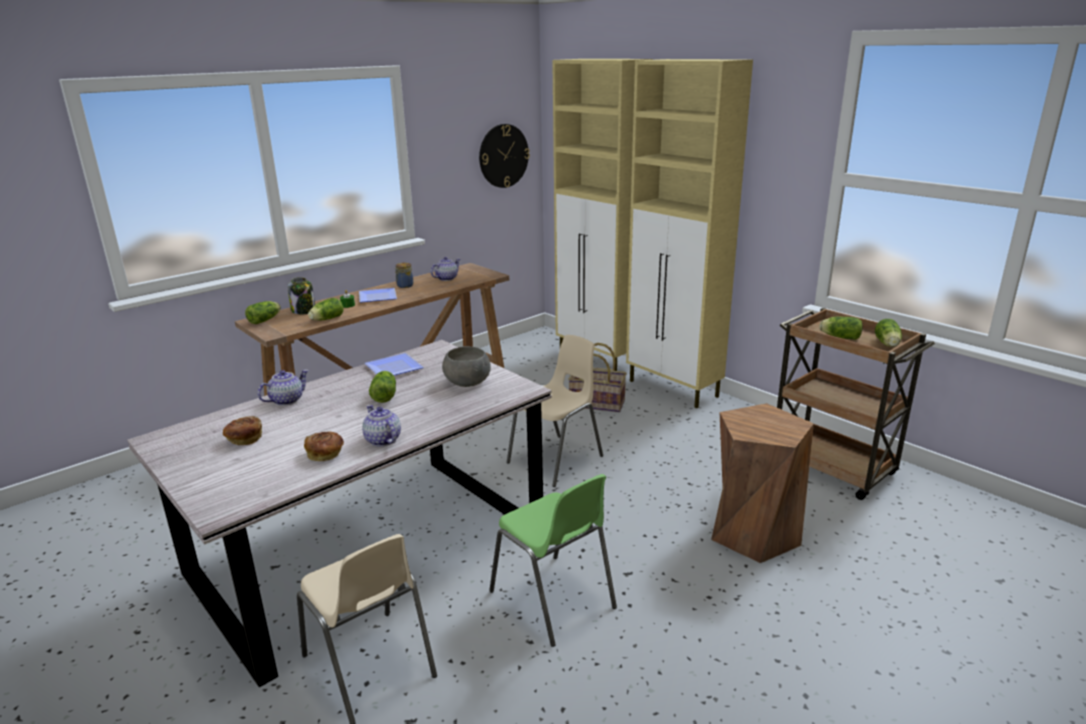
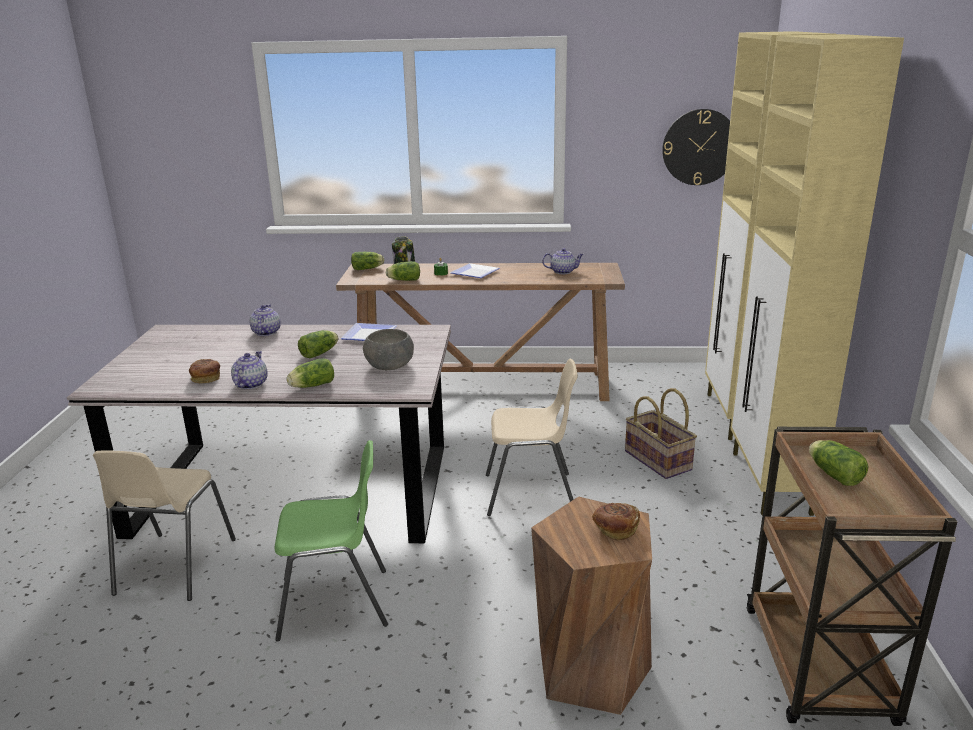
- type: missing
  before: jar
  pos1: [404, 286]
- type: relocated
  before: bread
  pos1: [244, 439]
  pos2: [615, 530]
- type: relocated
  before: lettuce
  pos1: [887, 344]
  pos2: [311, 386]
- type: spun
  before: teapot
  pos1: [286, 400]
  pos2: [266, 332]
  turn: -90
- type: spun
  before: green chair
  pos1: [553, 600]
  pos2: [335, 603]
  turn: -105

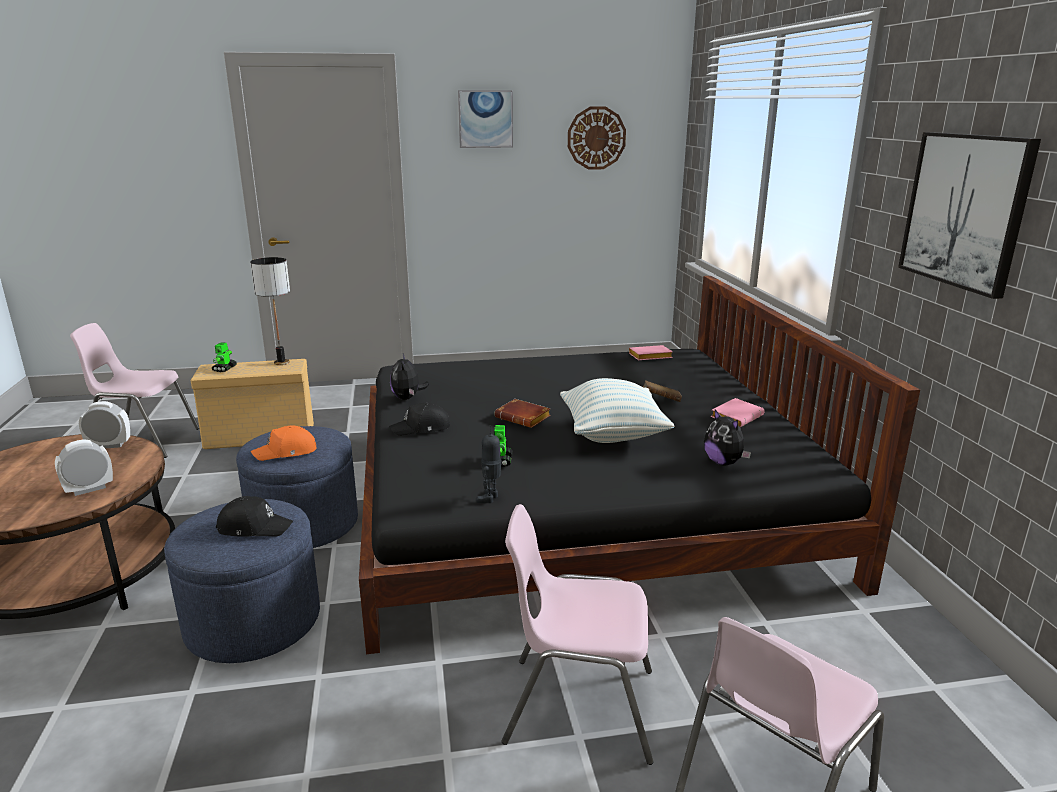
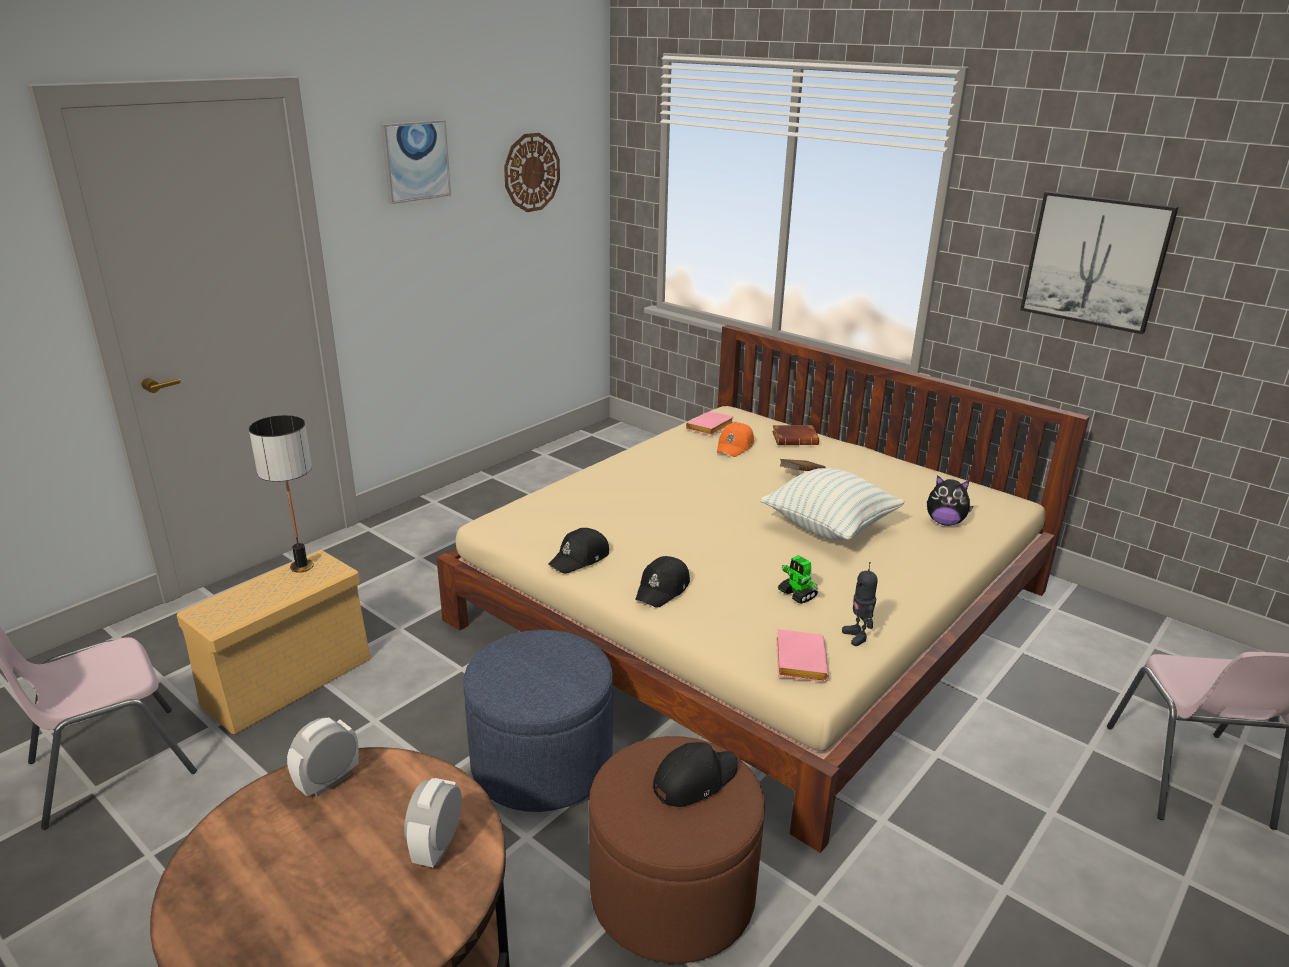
- type: missing
  before: toy robot
  pos1: [224, 369]
- type: missing
  before: pink chair
  pos1: [578, 706]
- type: relocated
  before: orange cap
  pos1: [286, 452]
  pos2: [735, 447]
- type: relocated
  before: brown book
  pos1: [524, 418]
  pos2: [796, 439]
- type: relocated
  before: pink book
  pos1: [736, 417]
  pos2: [798, 660]
- type: exchanged
  before: plush toy
  after: black cap
  pos1: [408, 398]
  pos2: [580, 559]
- type: colour
  before: blue ottoman
  after: brown ottoman
  pos1: [253, 621]
  pos2: [672, 893]
- type: colour
  before: black bed
  after: beige bed
  pos1: [579, 500]
  pos2: [754, 605]

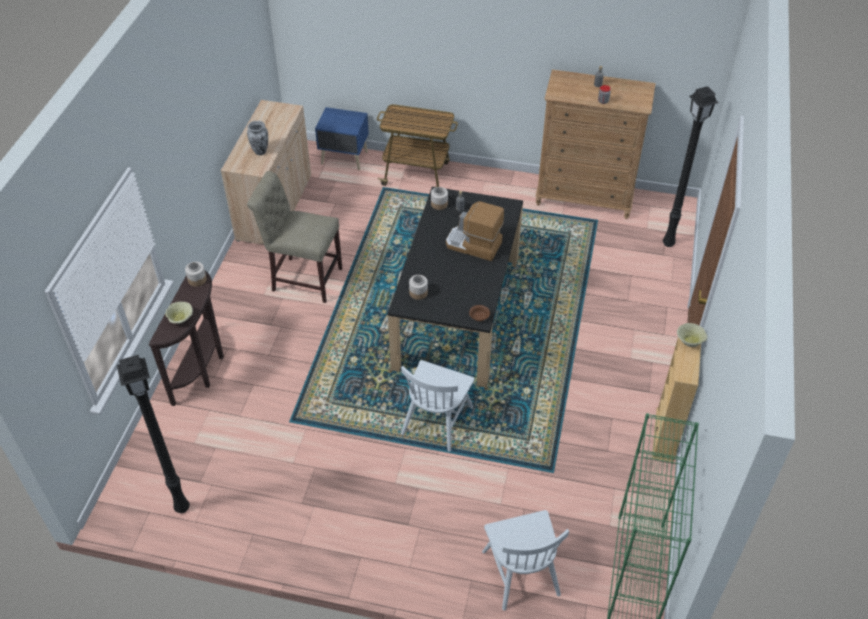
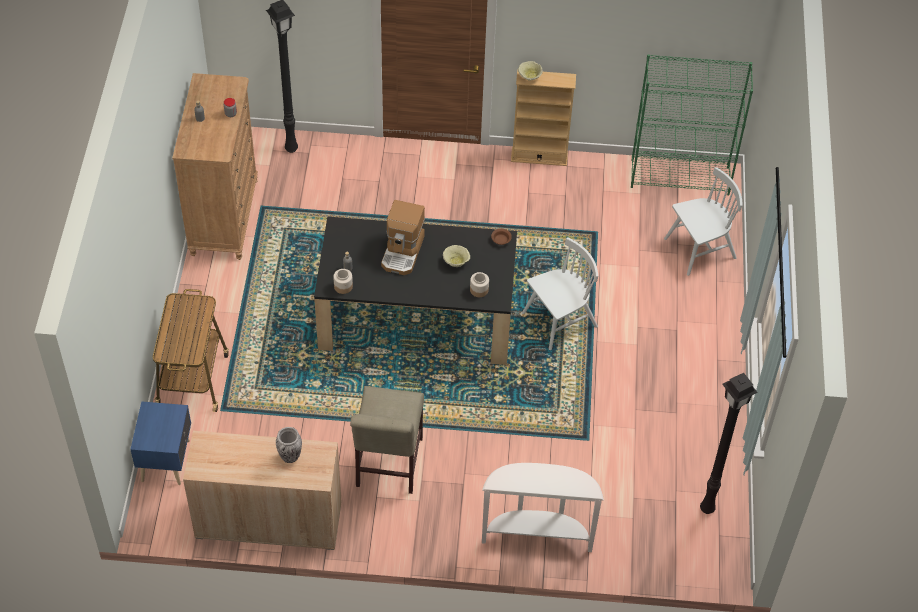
- type: missing
  before: jar
  pos1: [197, 279]
- type: relocated
  before: beige bowl
  pos1: [181, 319]
  pos2: [456, 261]
- type: colour
  before: brown console table
  after: white console table
  pos1: [203, 368]
  pos2: [537, 534]
- type: spun
  before: white chair
  pos1: [437, 420]
  pos2: [559, 320]
  turn: -45

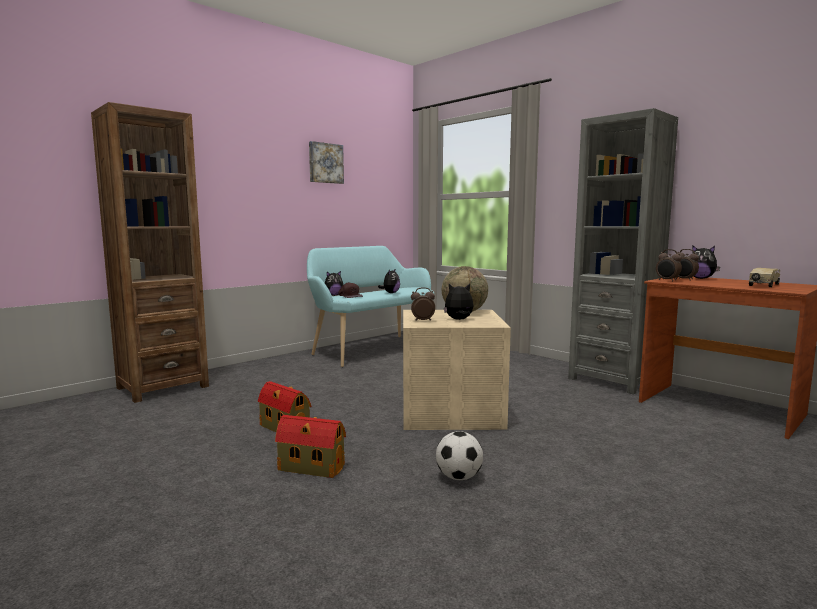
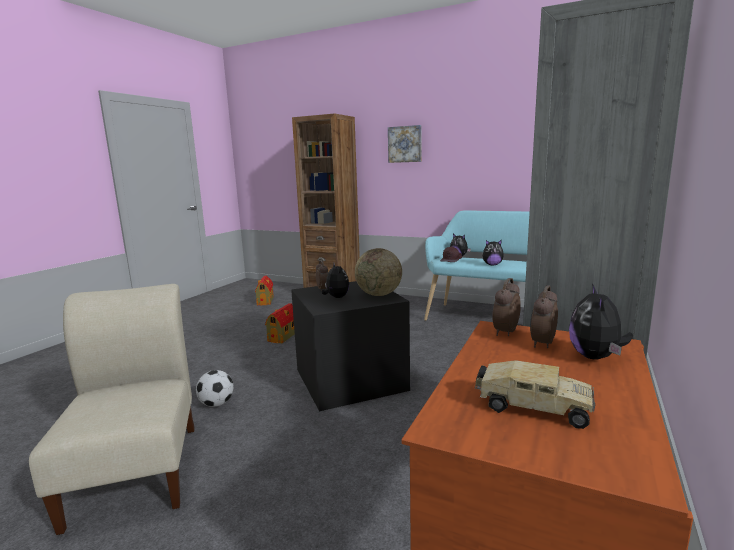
- type: appeared
  after: beige chair
  pos2: [138, 469]
- type: relocated
  before: toy house
  pos1: [310, 467]
  pos2: [265, 300]
- type: relocated
  before: picture
  pos1: [325, 163]
  pos2: [405, 144]
- type: colour
  before: beige storage box
  after: black storage box
  pos1: [449, 411]
  pos2: [348, 379]

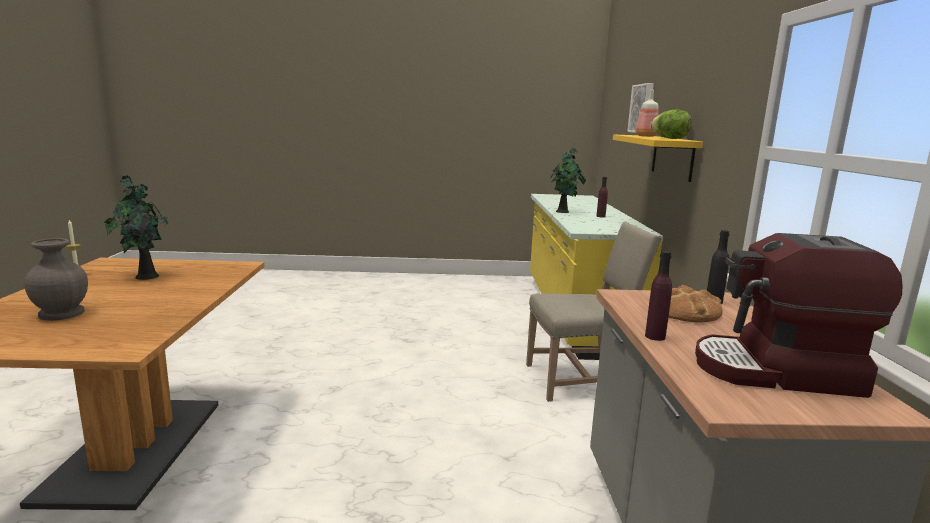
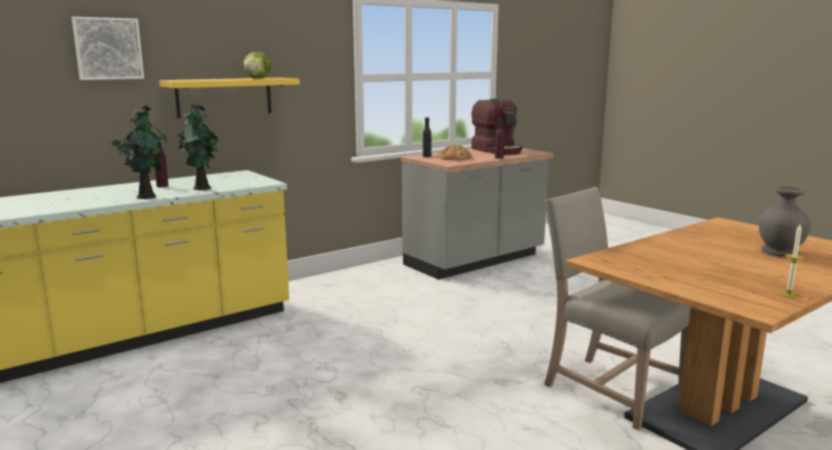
- type: missing
  before: bottle
  pos1: [645, 136]
- type: relocated
  before: potted plant
  pos1: [145, 276]
  pos2: [202, 188]
- type: relocated
  before: beige chair
  pos1: [581, 380]
  pos2: [608, 388]

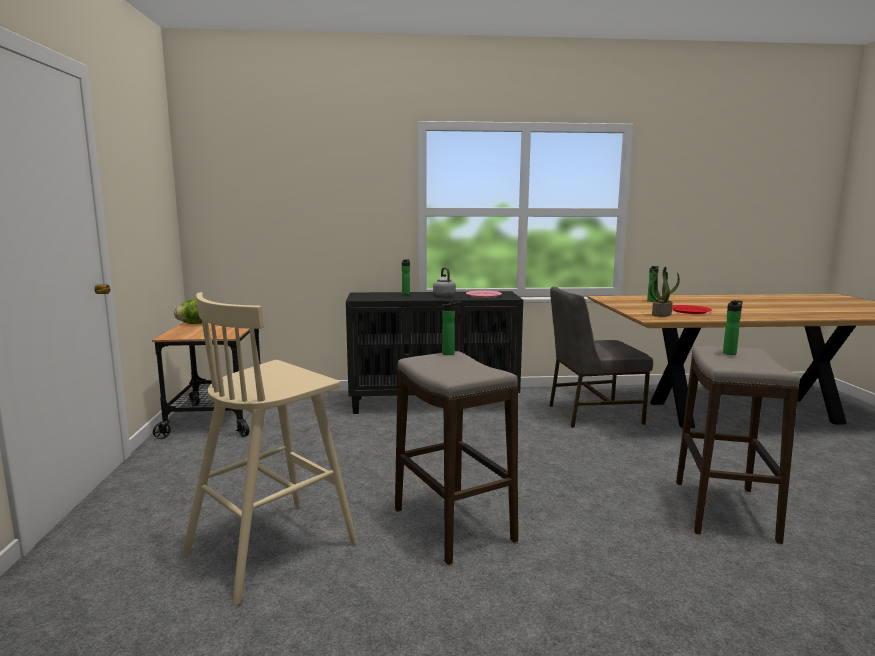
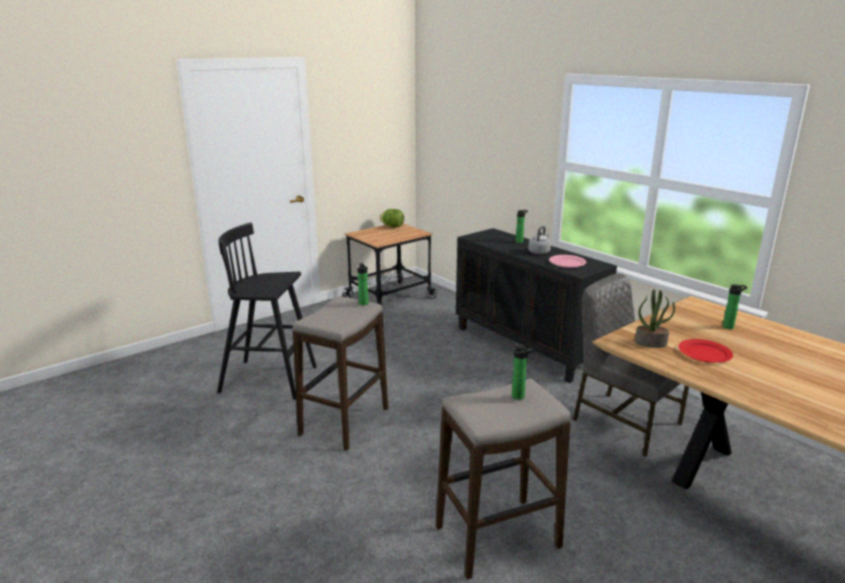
- type: colour
  before: beige stool
  after: black stool
  pos1: [274, 547]
  pos2: [270, 380]

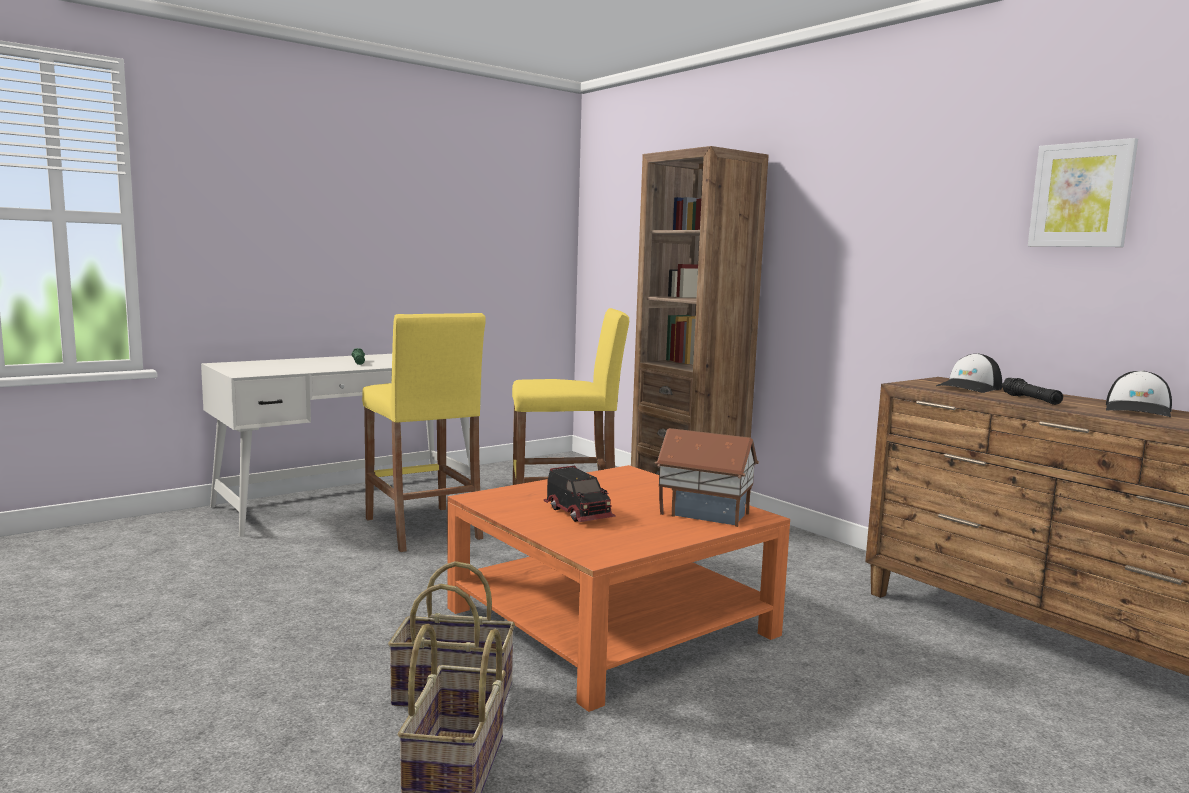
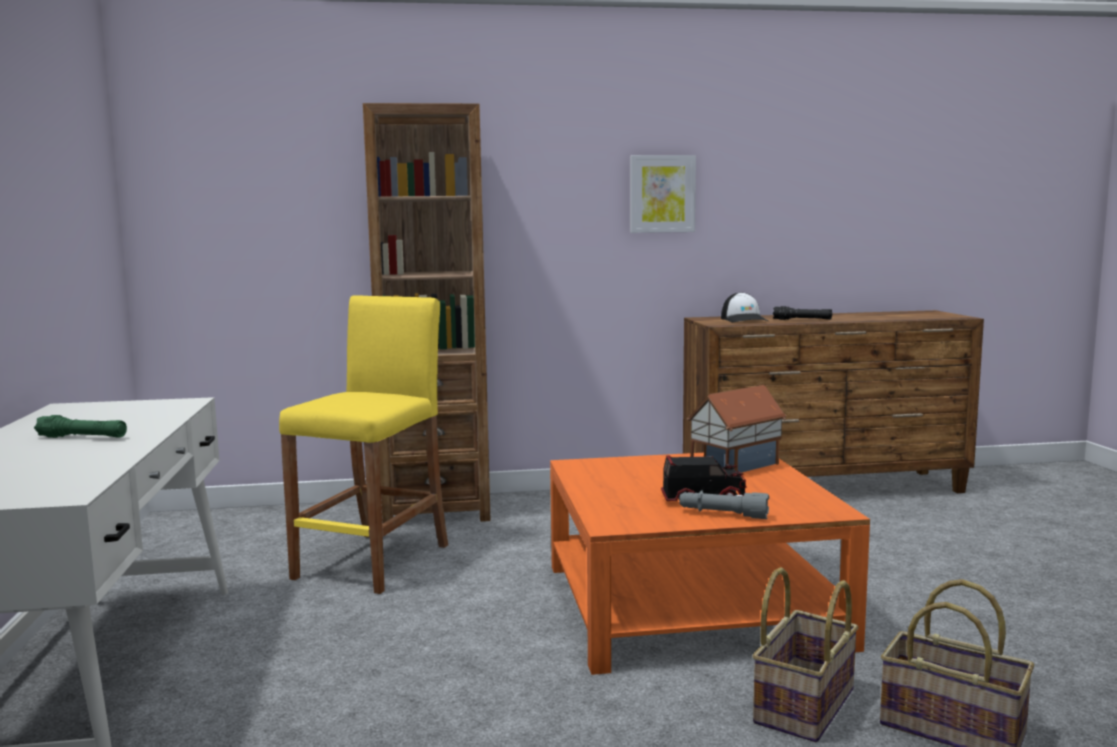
- type: missing
  before: yellow stool
  pos1: [423, 529]
- type: missing
  before: cap
  pos1: [1138, 410]
- type: appeared
  after: grey flashlight
  pos2: [723, 514]
- type: relocated
  before: picture
  pos1: [1081, 195]
  pos2: [662, 194]

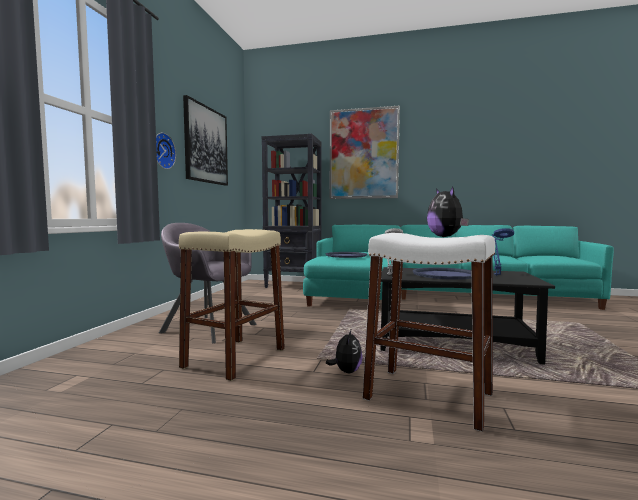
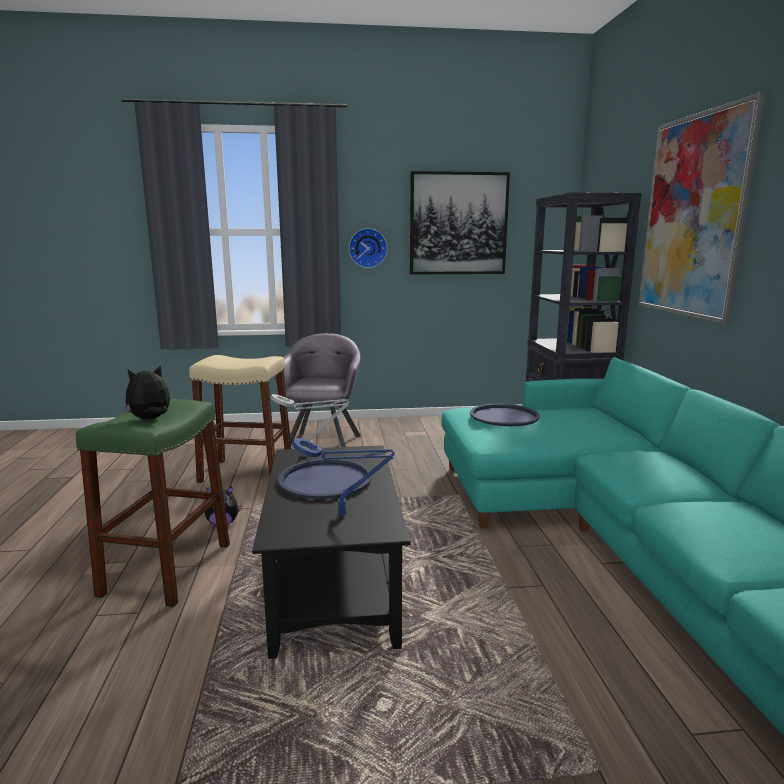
- type: colour
  before: white stool
  after: green stool
  pos1: [429, 396]
  pos2: [167, 569]

